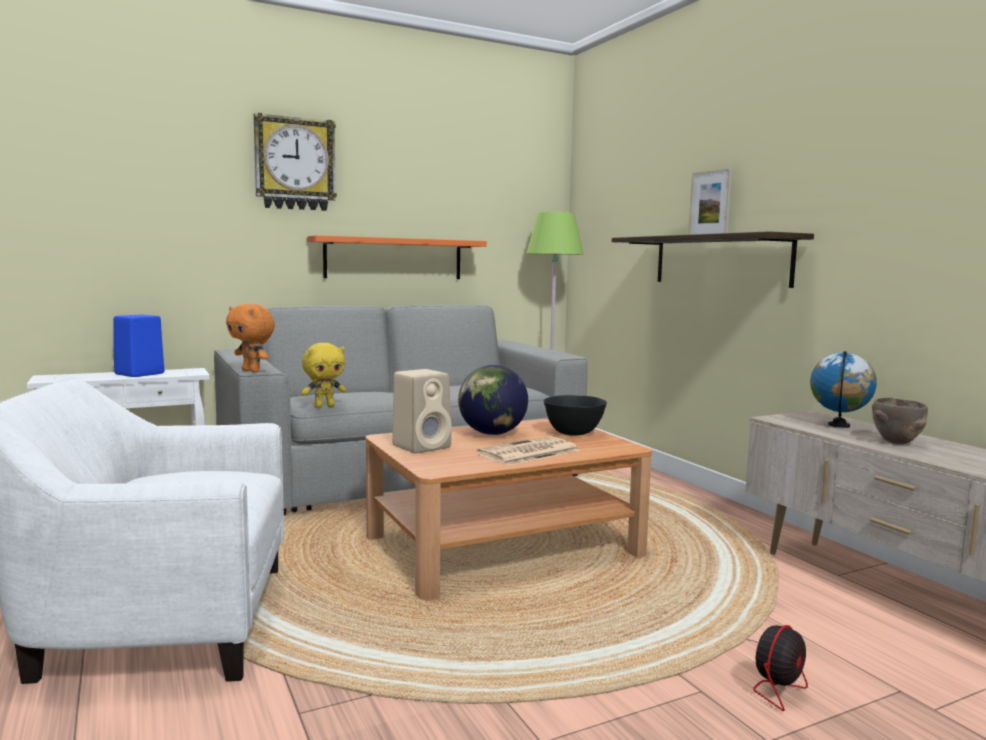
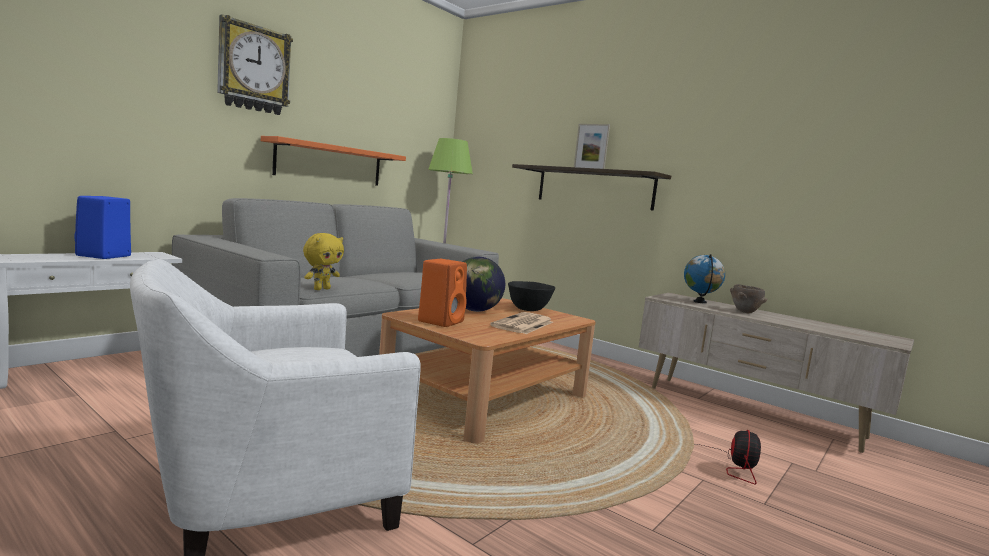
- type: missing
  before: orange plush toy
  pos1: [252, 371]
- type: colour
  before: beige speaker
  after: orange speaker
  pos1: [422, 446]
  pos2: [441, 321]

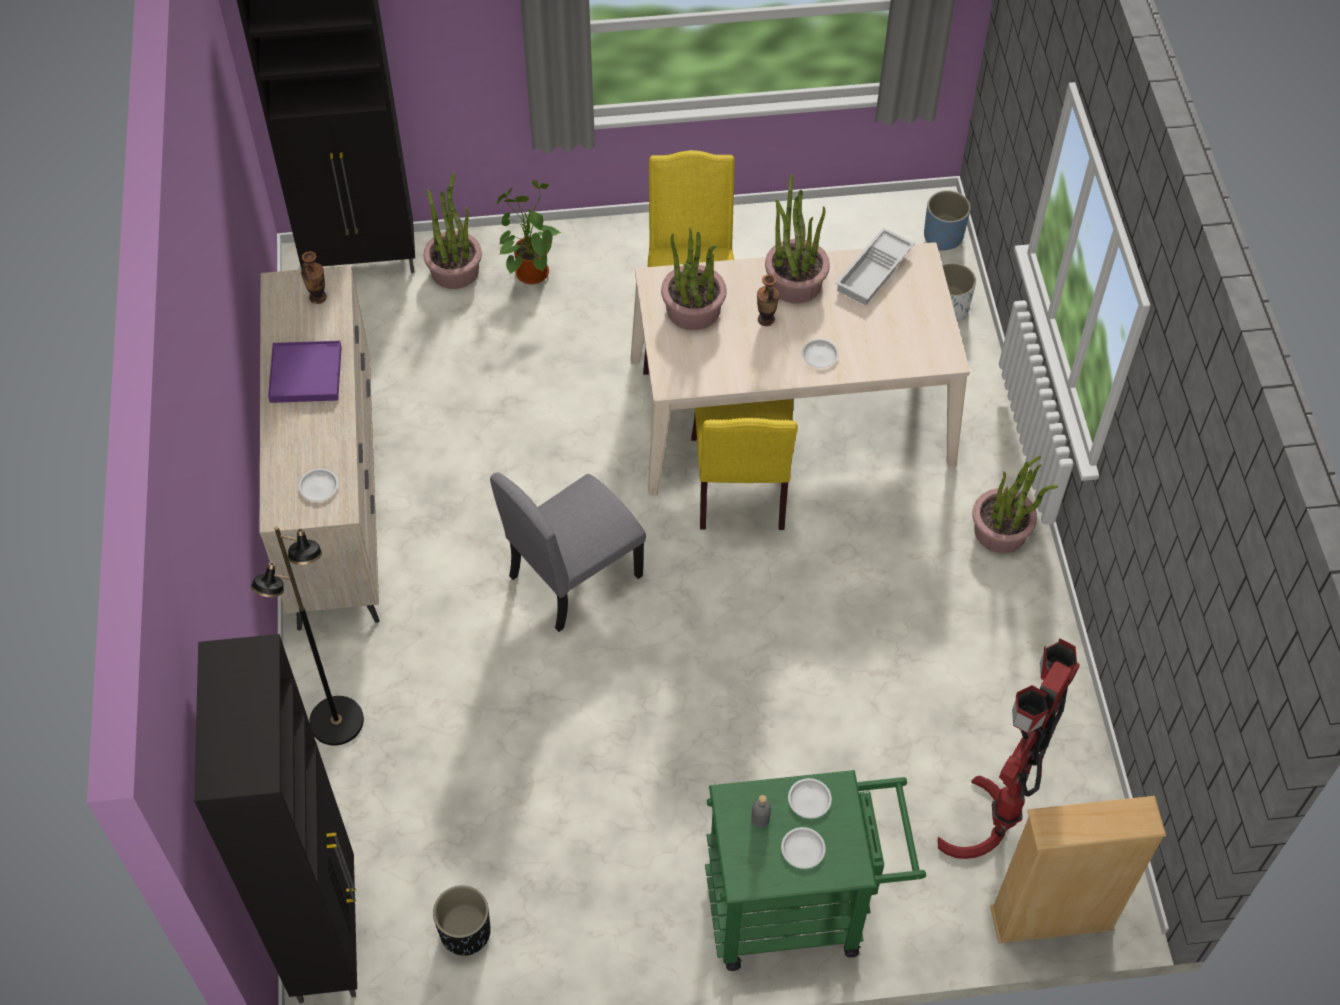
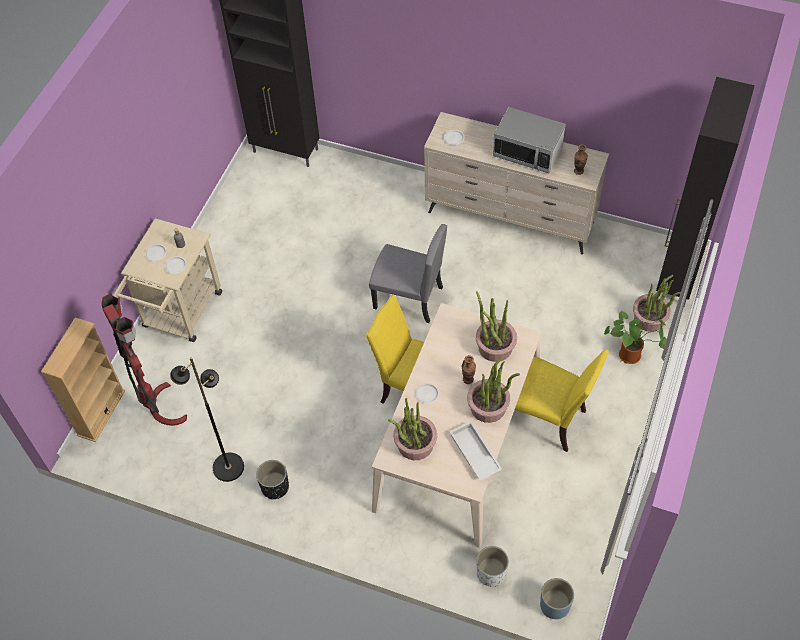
- type: relocated
  before: black floor lamp
  pos1: [336, 722]
  pos2: [227, 467]
- type: relocated
  before: black planter
  pos1: [465, 932]
  pos2: [275, 487]
- type: relocated
  before: potted plant
  pos1: [1001, 531]
  pos2: [415, 444]
- type: exchanged
  before: purple tray
  after: microwave
  pos1: [305, 374]
  pos2: [528, 152]
- type: colour
  before: green cart
  after: beige cart
  pos1: [799, 907]
  pos2: [179, 315]
- type: spun
  before: grey chair
  pos1: [574, 575]
  pos2: [408, 298]
  turn: 120

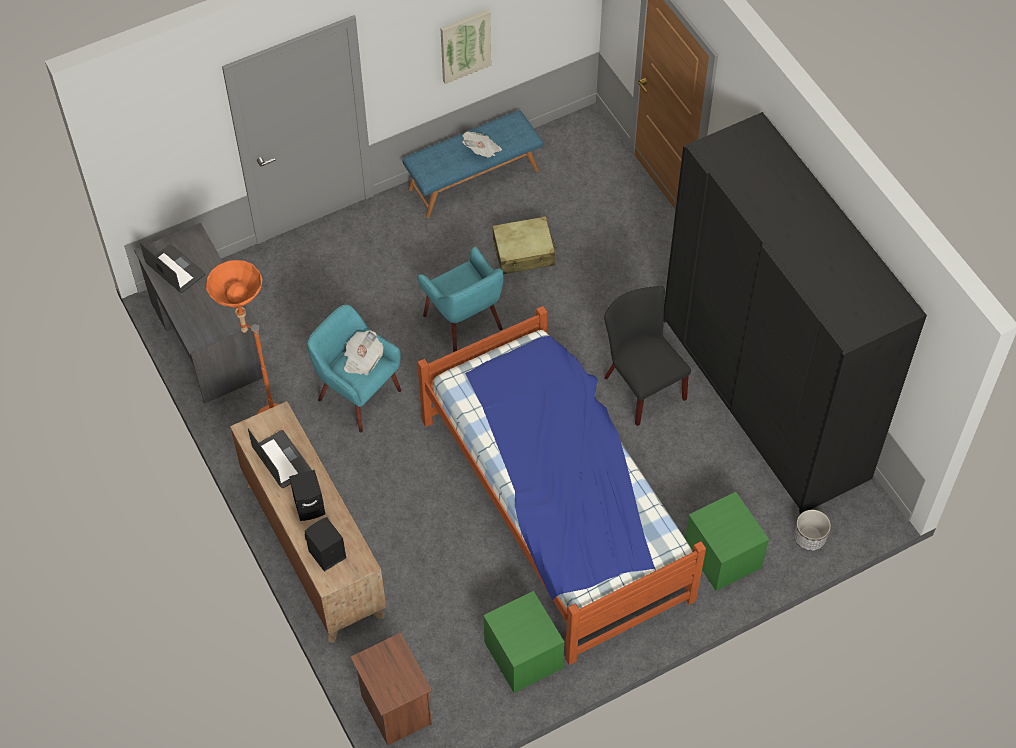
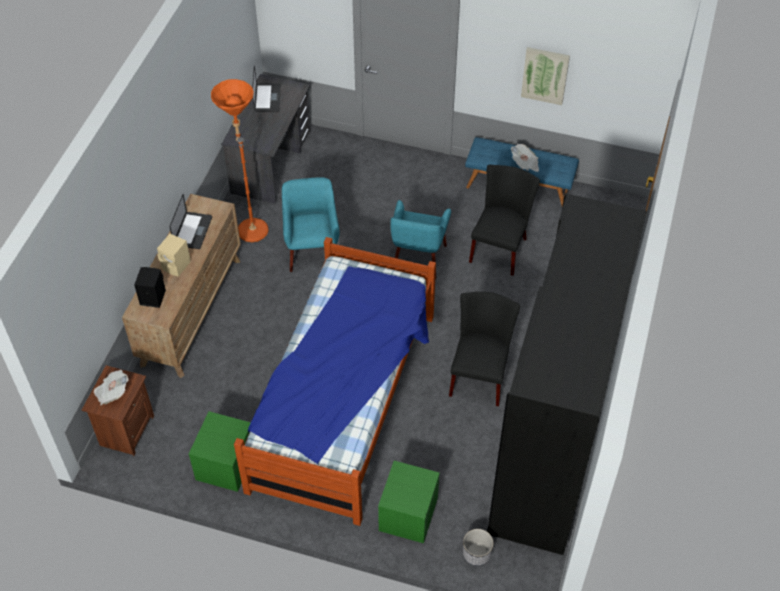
- type: relocated
  before: newspaper
  pos1: [362, 360]
  pos2: [112, 392]
- type: exchanged
  before: beige suitcase
  after: black chair
  pos1: [524, 252]
  pos2: [500, 247]
- type: colour
  before: black speaker
  after: beige speaker
  pos1: [310, 506]
  pos2: [177, 266]

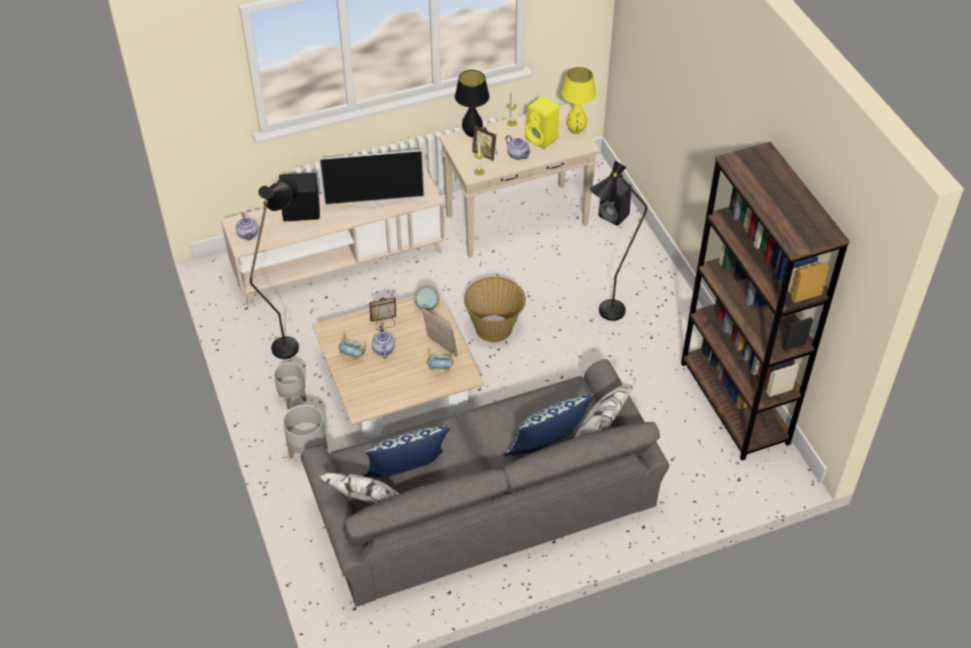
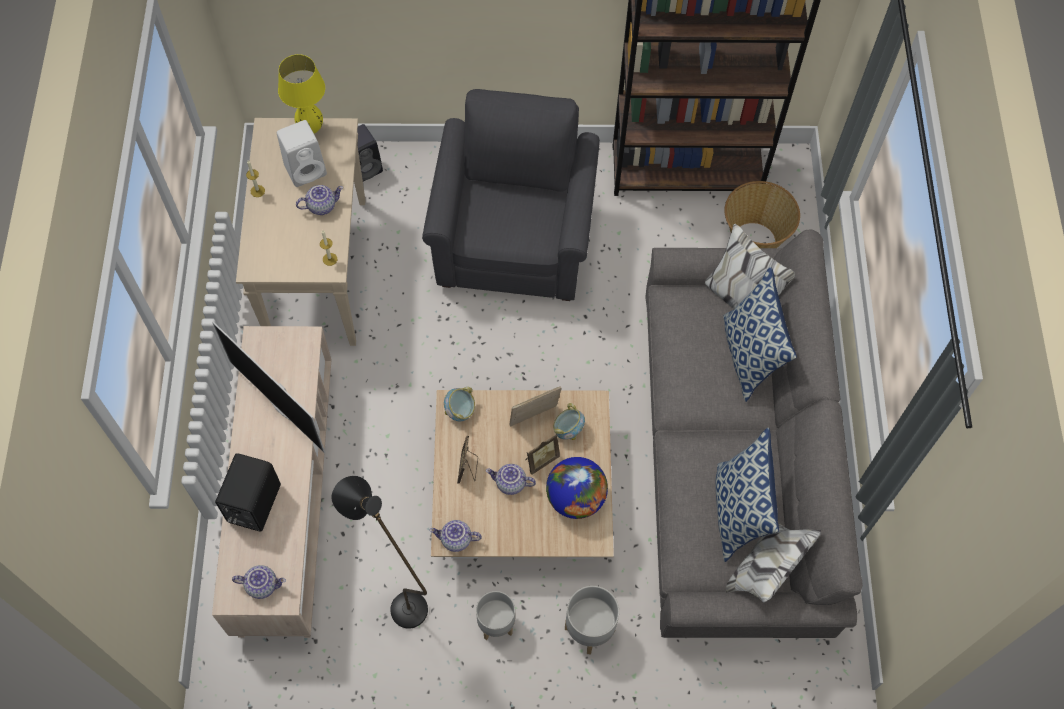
- type: missing
  before: bowl
  pos1: [353, 356]
- type: missing
  before: black table lamp
  pos1: [472, 134]
- type: appeared
  after: teapot
  pos2: [456, 540]
- type: appeared
  after: globe
  pos2: [575, 498]
- type: relocated
  before: basket
  pos1: [494, 328]
  pos2: [753, 240]
- type: relocated
  before: picture frame
  pos1: [485, 154]
  pos2: [540, 460]
- type: exchanged
  before: black floor lamp
  after: grey armchair
  pos1: [605, 316]
  pos2: [515, 239]
- type: colour
  before: yellow speaker
  after: white speaker
  pos1: [542, 139]
  pos2: [306, 169]
- type: spun
  before: television
  pos1: [375, 203]
  pos2: [283, 407]
  turn: 120

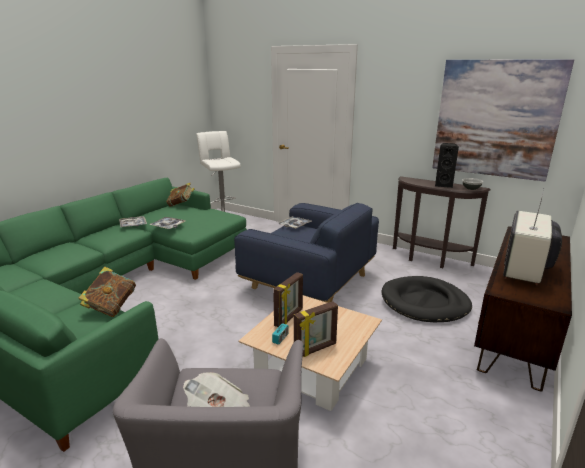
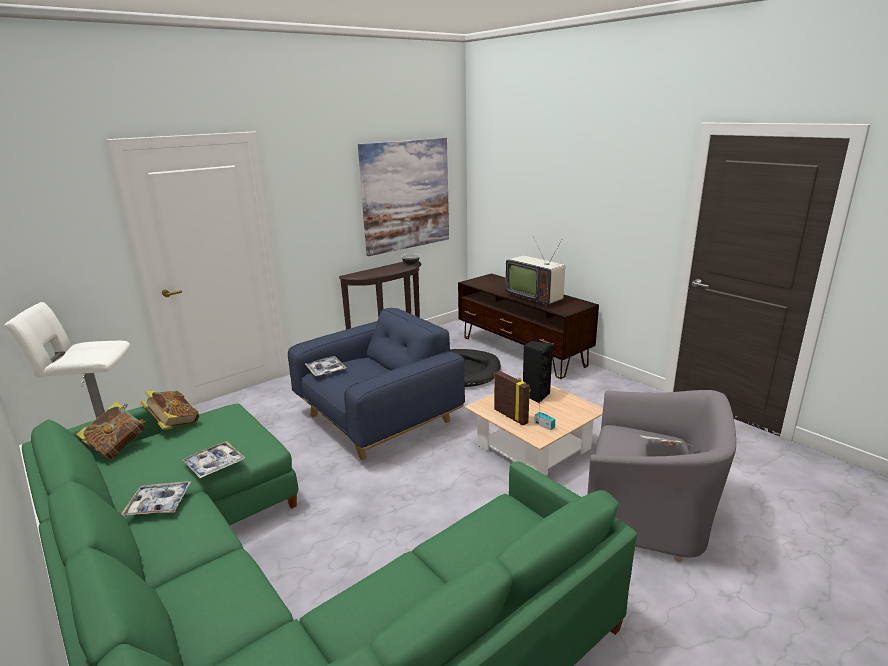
- type: missing
  before: picture frame
  pos1: [315, 349]
- type: relocated
  before: book
  pos1: [111, 307]
  pos2: [174, 425]
- type: relocated
  before: black speaker
  pos1: [443, 185]
  pos2: [535, 395]

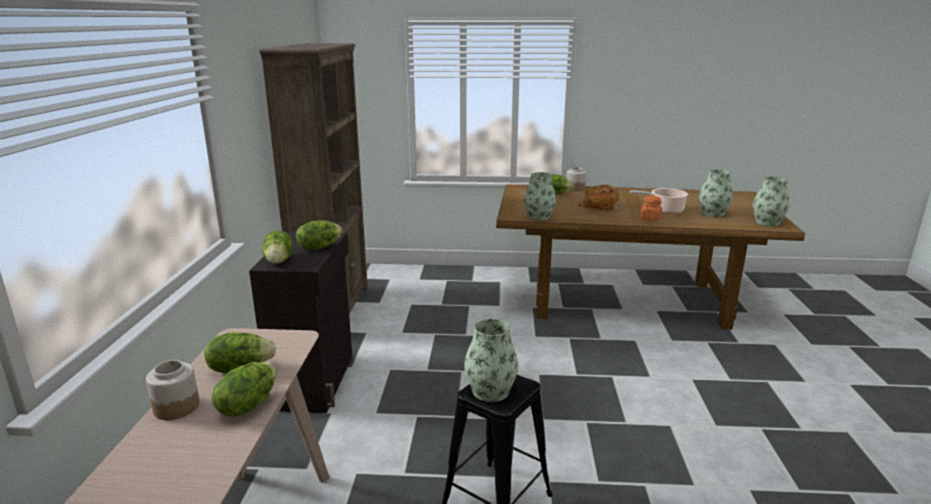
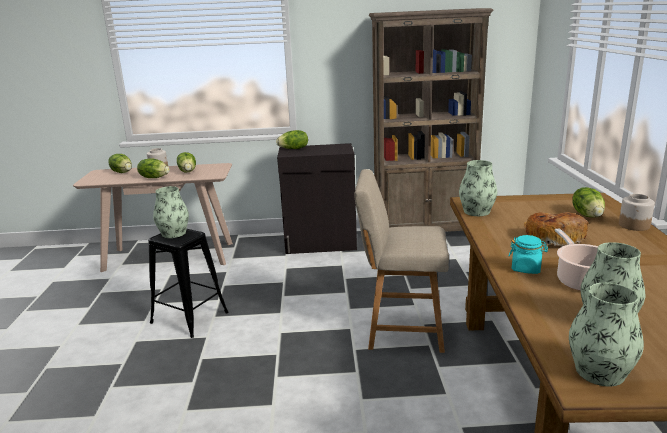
- type: appeared
  after: beige chair
  pos2: [401, 329]
- type: relocated
  before: lettuce
  pos1: [319, 247]
  pos2: [122, 172]
- type: colour
  before: orange jar
  after: turquoise jar
  pos1: [650, 218]
  pos2: [526, 268]

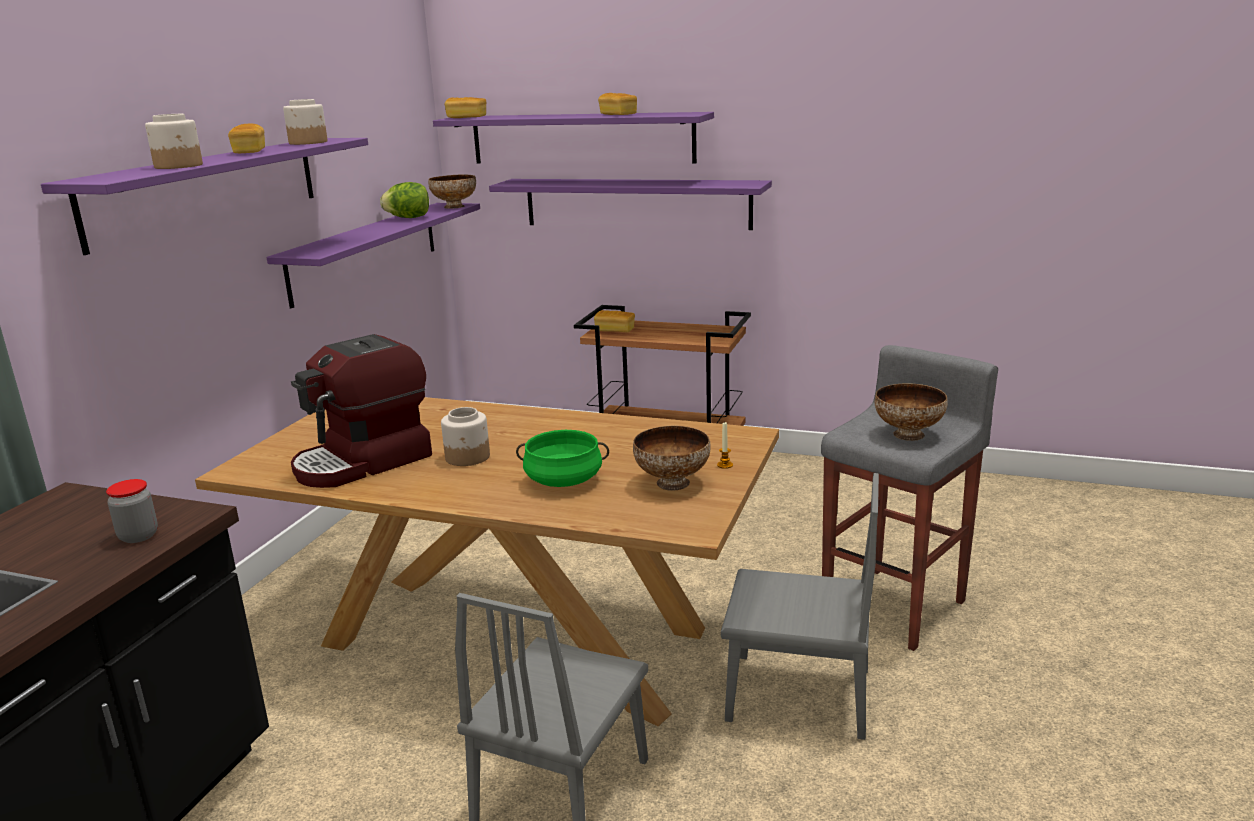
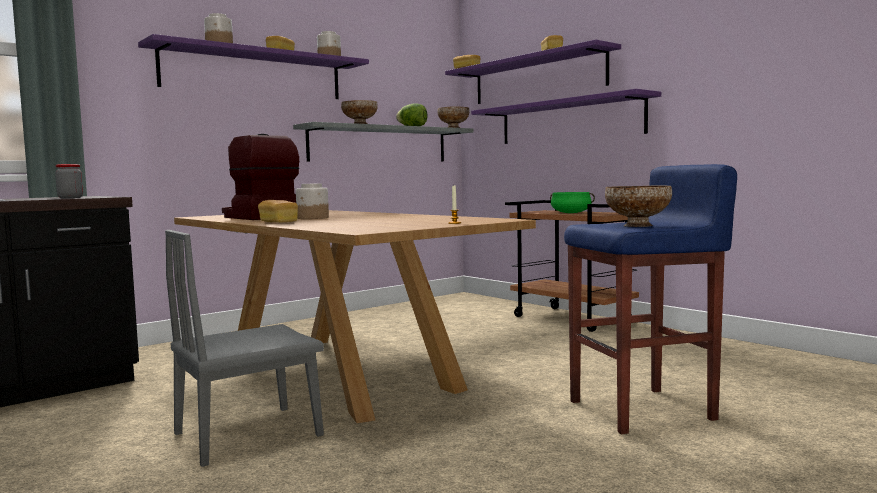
- type: missing
  before: grey chair
  pos1: [798, 695]
- type: relocated
  before: green cooking pot
  pos1: [564, 480]
  pos2: [571, 213]
- type: relocated
  before: bread
  pos1: [615, 330]
  pos2: [278, 222]
- type: relocated
  before: bowl
  pos1: [672, 482]
  pos2: [360, 124]
- type: colour
  before: purple shelf
  after: grey shelf
  pos1: [366, 251]
  pos2: [379, 144]
- type: colour
  before: grey stool
  after: blue stool
  pos1: [896, 607]
  pos2: [644, 410]
- type: spun
  before: coffee machine
  pos1: [364, 462]
  pos2: [258, 217]
  turn: 60

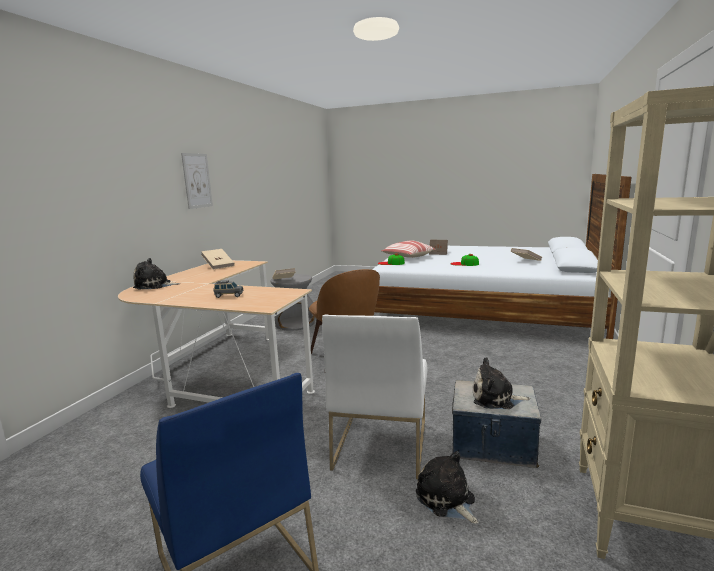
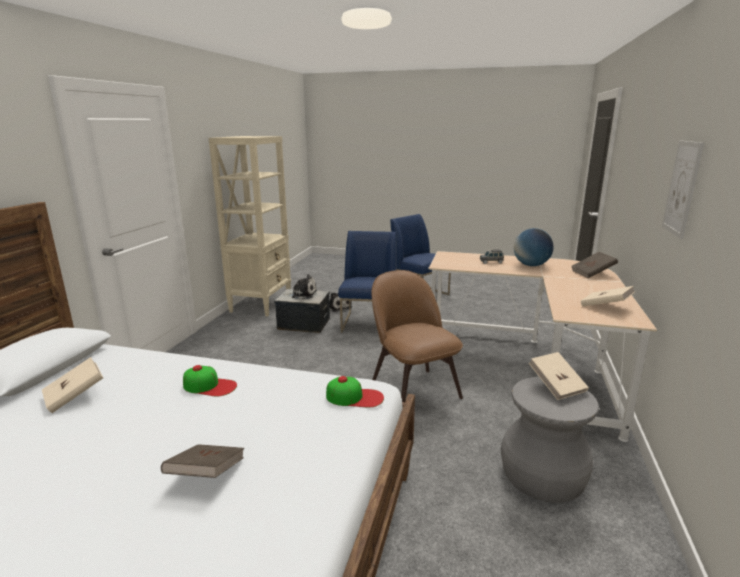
- type: missing
  before: pillow
  pos1: [407, 257]
- type: appeared
  after: globe
  pos2: [531, 265]
- type: exchanged
  before: plush toy
  after: brown book
  pos1: [155, 286]
  pos2: [592, 273]
- type: colour
  before: white chair
  after: blue chair
  pos1: [380, 445]
  pos2: [369, 323]

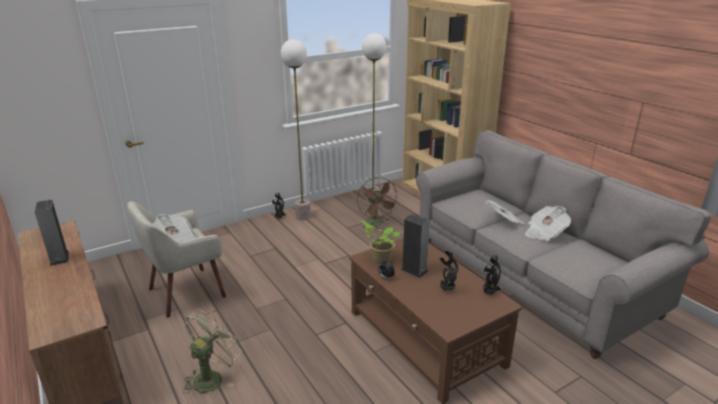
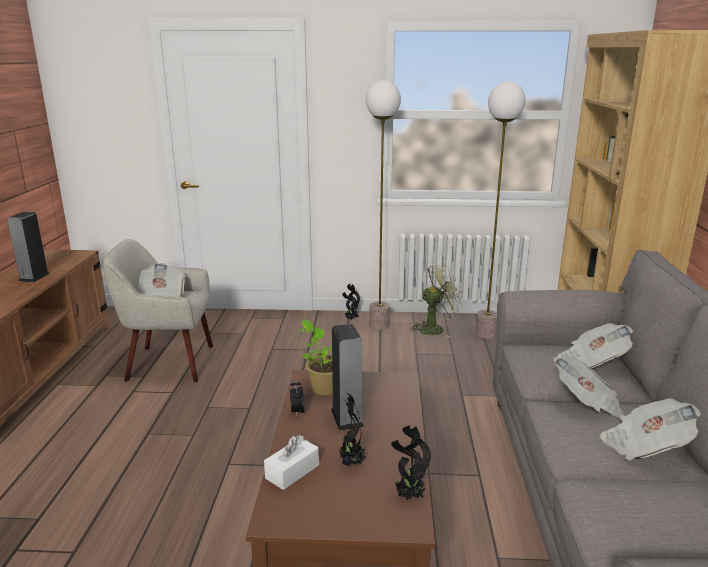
- type: missing
  before: brown fan
  pos1: [377, 223]
- type: appeared
  after: white tissue box
  pos2: [292, 471]
- type: appeared
  after: newspaper
  pos2: [592, 362]
- type: relocated
  before: green fan
  pos1: [212, 377]
  pos2: [435, 329]

